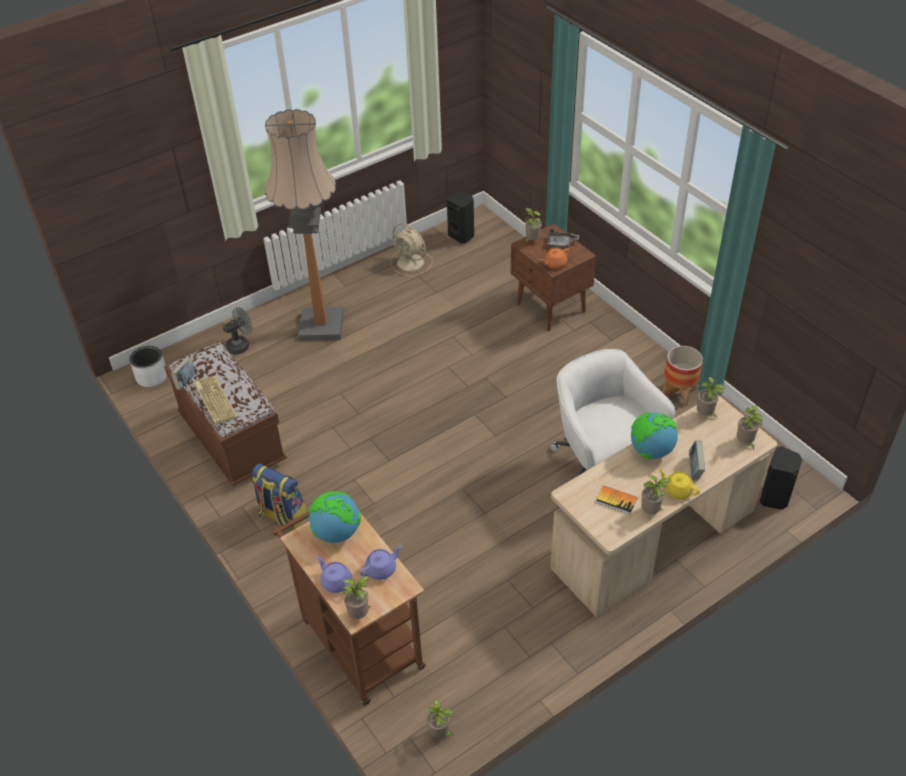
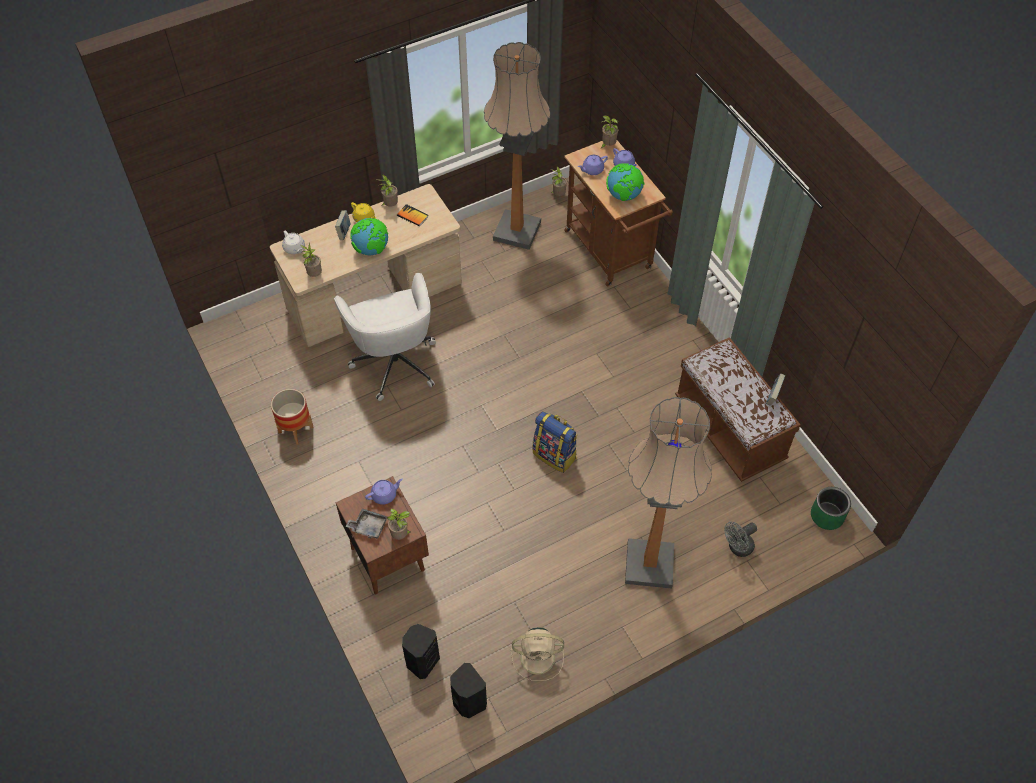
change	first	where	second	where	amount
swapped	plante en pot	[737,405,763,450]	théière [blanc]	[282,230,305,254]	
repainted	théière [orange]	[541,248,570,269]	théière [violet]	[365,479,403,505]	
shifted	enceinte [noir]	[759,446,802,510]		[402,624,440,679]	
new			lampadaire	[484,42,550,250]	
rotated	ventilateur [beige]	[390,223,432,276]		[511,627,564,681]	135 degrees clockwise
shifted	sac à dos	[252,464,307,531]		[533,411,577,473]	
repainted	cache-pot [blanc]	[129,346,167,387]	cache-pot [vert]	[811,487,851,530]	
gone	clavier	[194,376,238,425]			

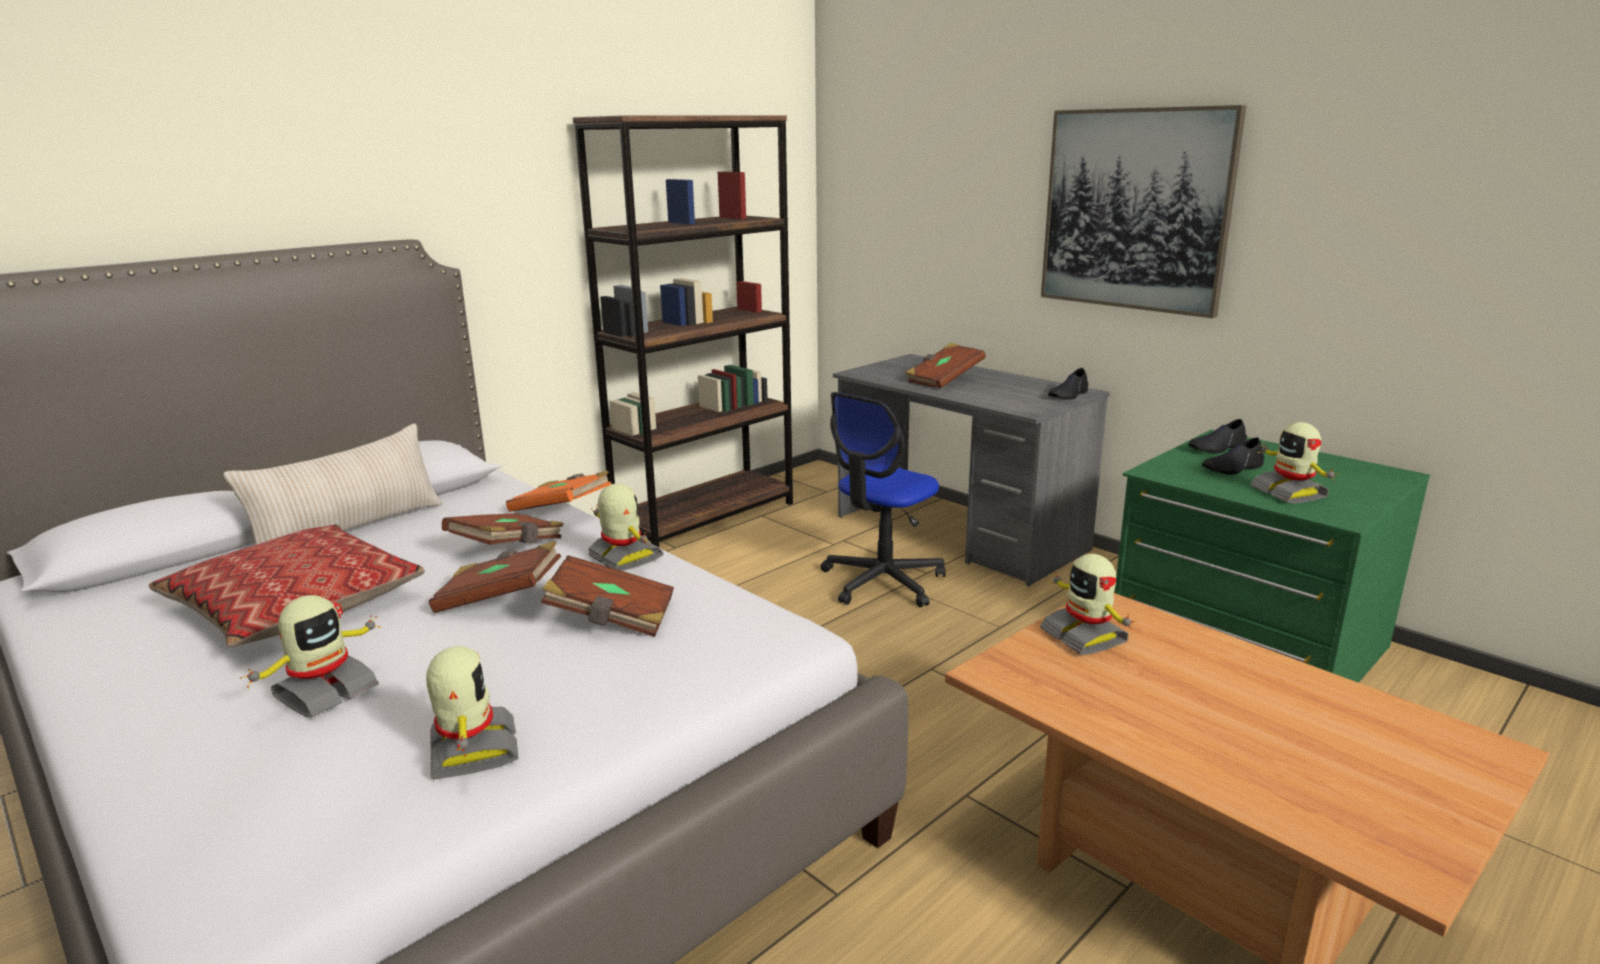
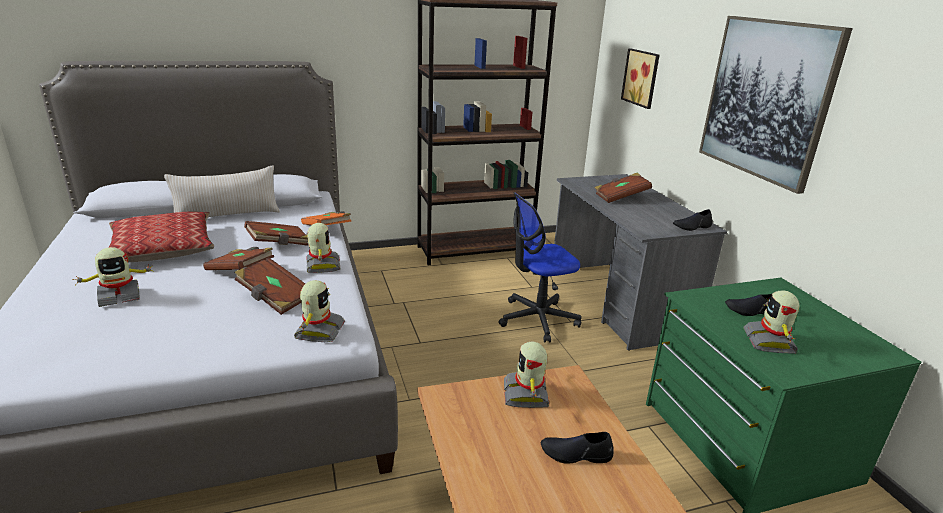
change	first	where	second	where	amount
shifted	robot jouet	[426,646,518,780]		[294,280,345,342]	
shifted	chaussure [noir]	[1188,419,1247,454]		[541,432,614,464]	
new			tableau	[621,48,660,109]	

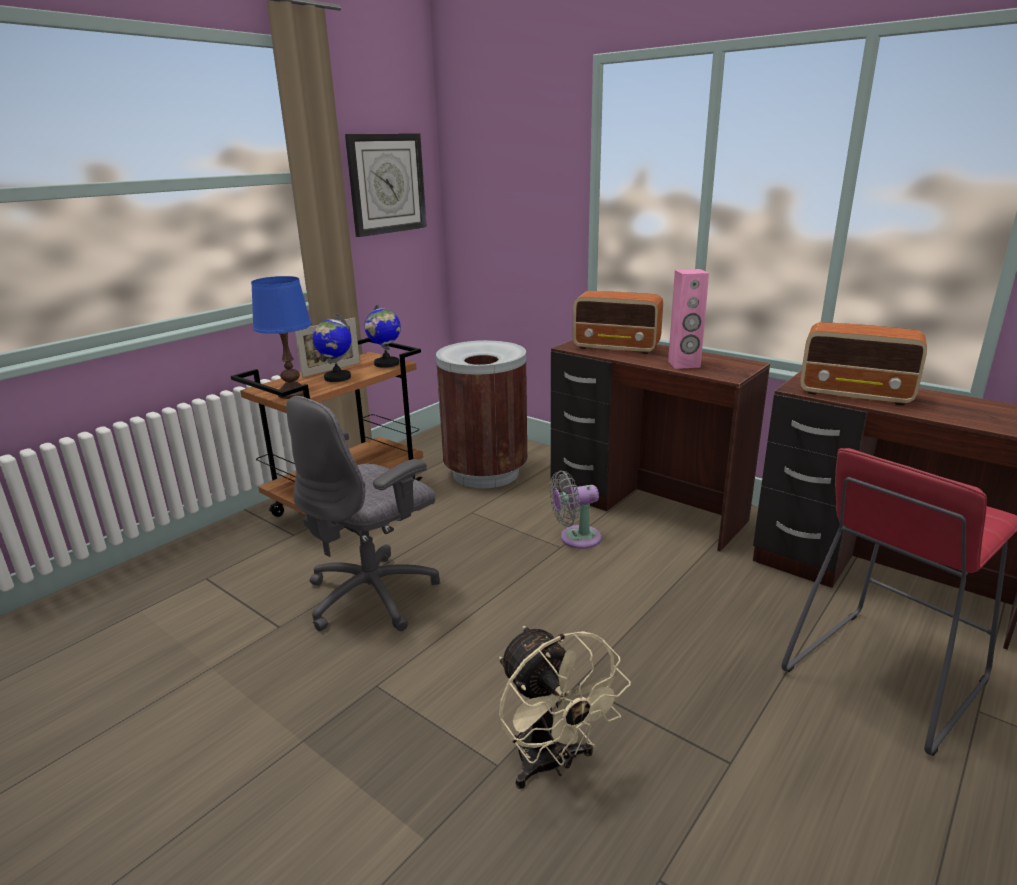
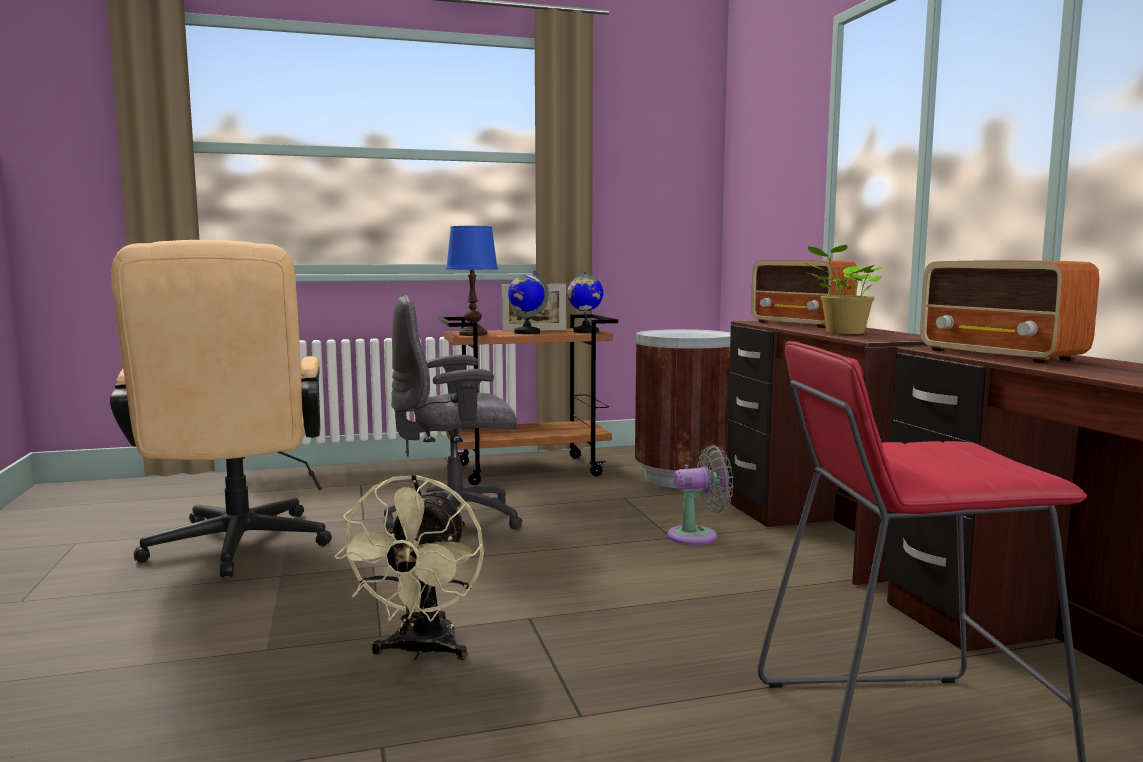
change	first	where	second	where	amount
new			chaise de bureau [beige]	[110,240,332,578]	
rotated	ventilateur [gris]	[550,471,601,549]		[667,445,734,545]	150 degrees clockwise
swapped	enceinte [rose]	[668,269,709,369]	plante en pot	[805,245,883,334]	
gone	horloge murale	[345,133,427,237]			

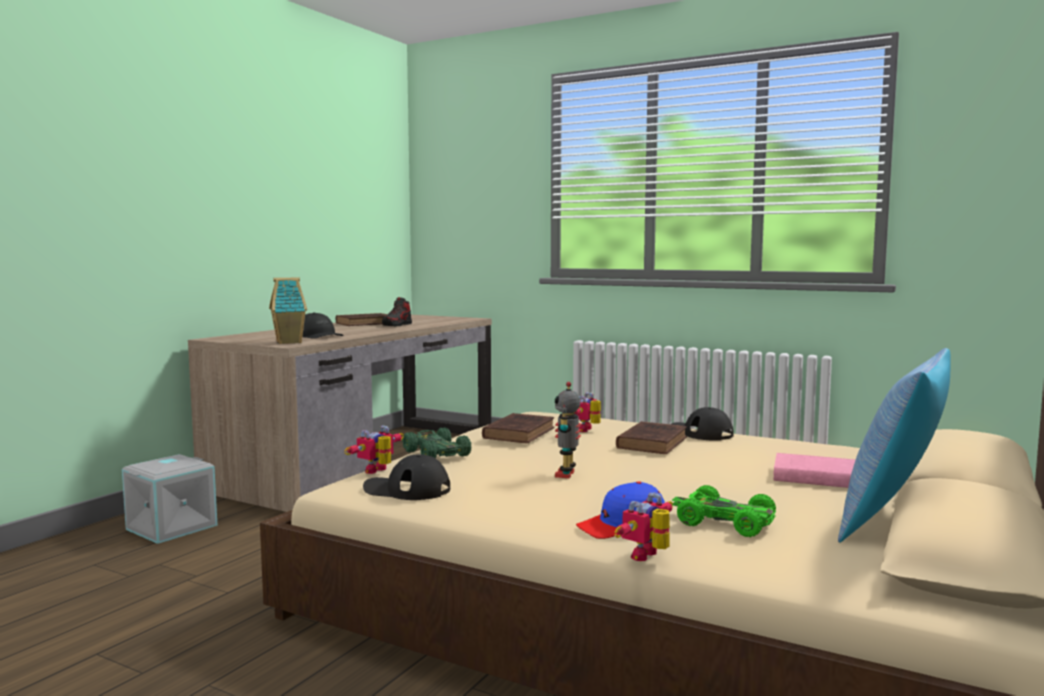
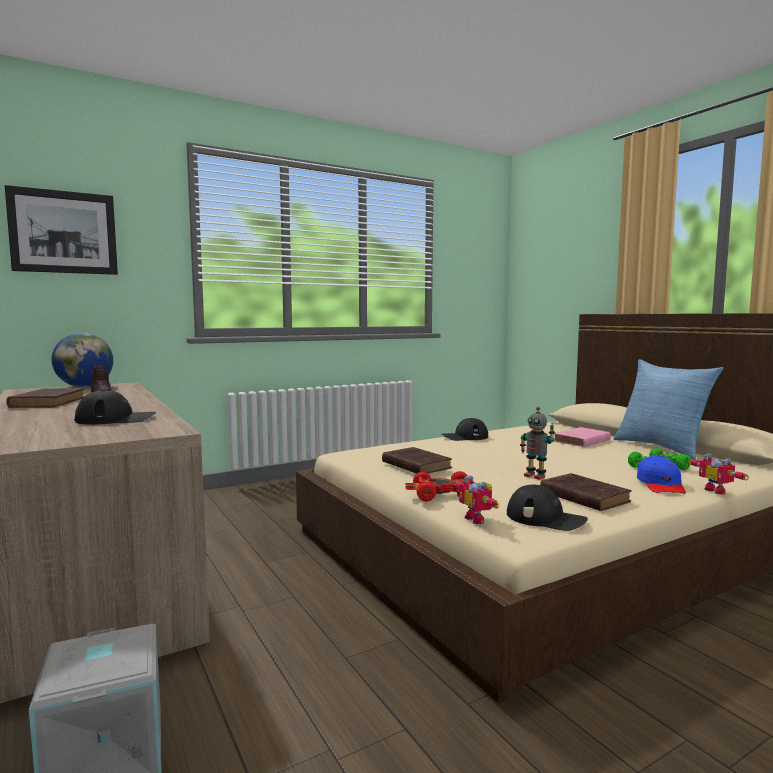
change	first	where	second	where	amount
new			tableau	[5,185,118,275]	
new			globe	[52,333,113,387]	
repainted	petite voiture [vert]	[402,427,472,458]	petite voiture [rouge]	[405,471,470,501]	
rotated	casquette [noir]	[363,454,450,500]		[507,485,588,531]	105 degrees counterclockwise
shifted	livre [marron]	[616,421,687,454]		[540,473,632,511]	
gone	maison miniature	[269,277,307,344]			
gone	robot jouet	[574,392,601,432]			

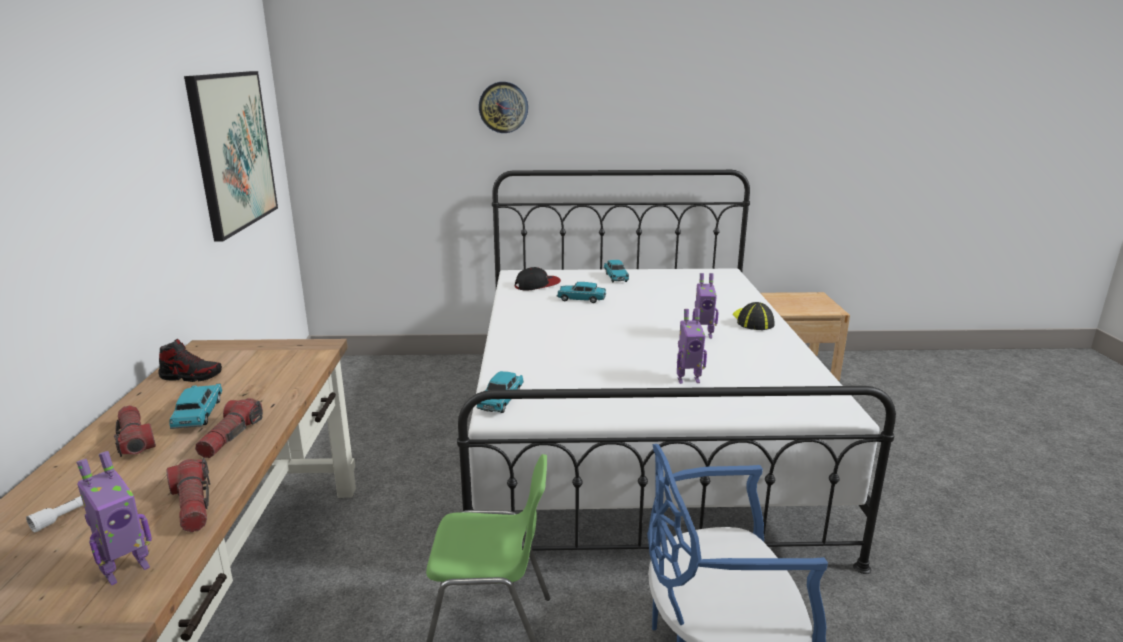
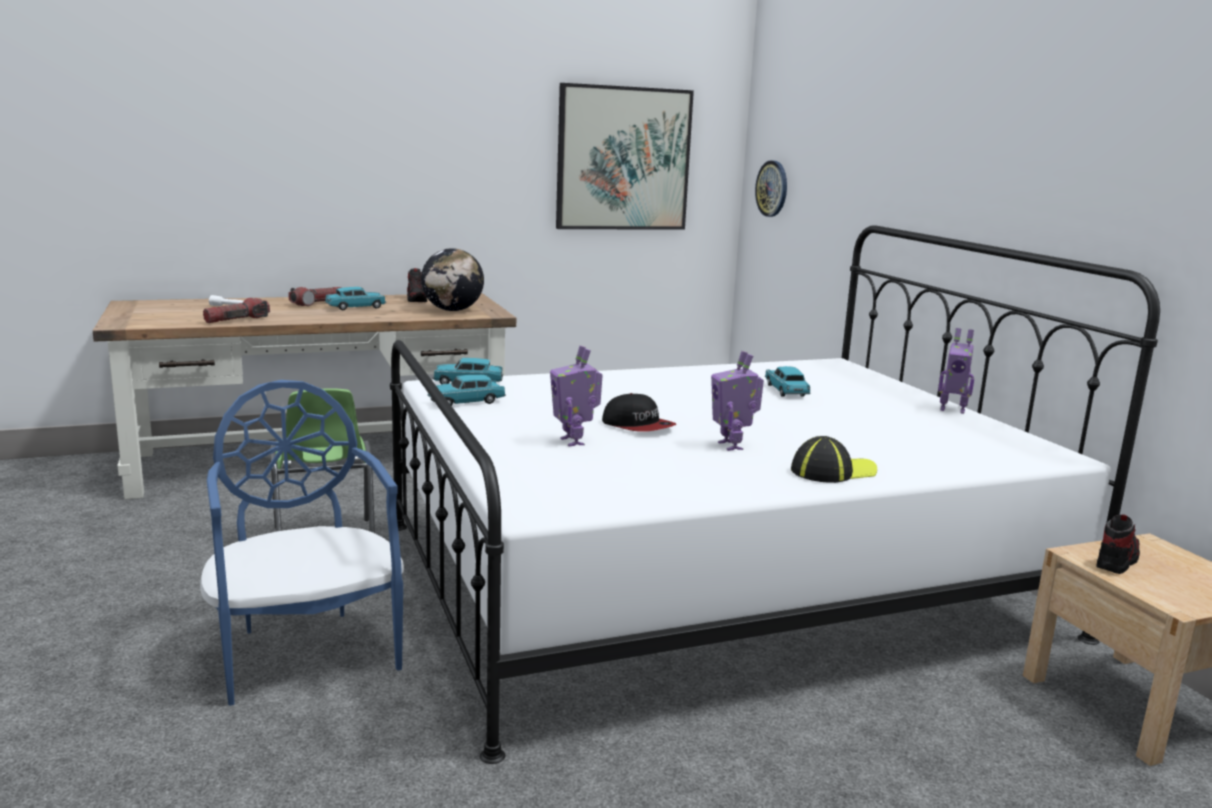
change	first	where	second	where	amount
new			globe	[421,248,484,311]	
shifted	petite voiture [turquoise]	[604,260,629,283]		[427,375,506,406]	
shifted	casquette	[515,267,561,291]		[602,393,676,432]	
shifted	horloge murale	[479,82,528,133]		[755,160,787,217]	
shifted	robot jouet	[76,451,152,585]		[938,328,974,414]	
new			chaussure	[1096,514,1140,574]	
gone	lampe de poche	[195,398,263,458]			

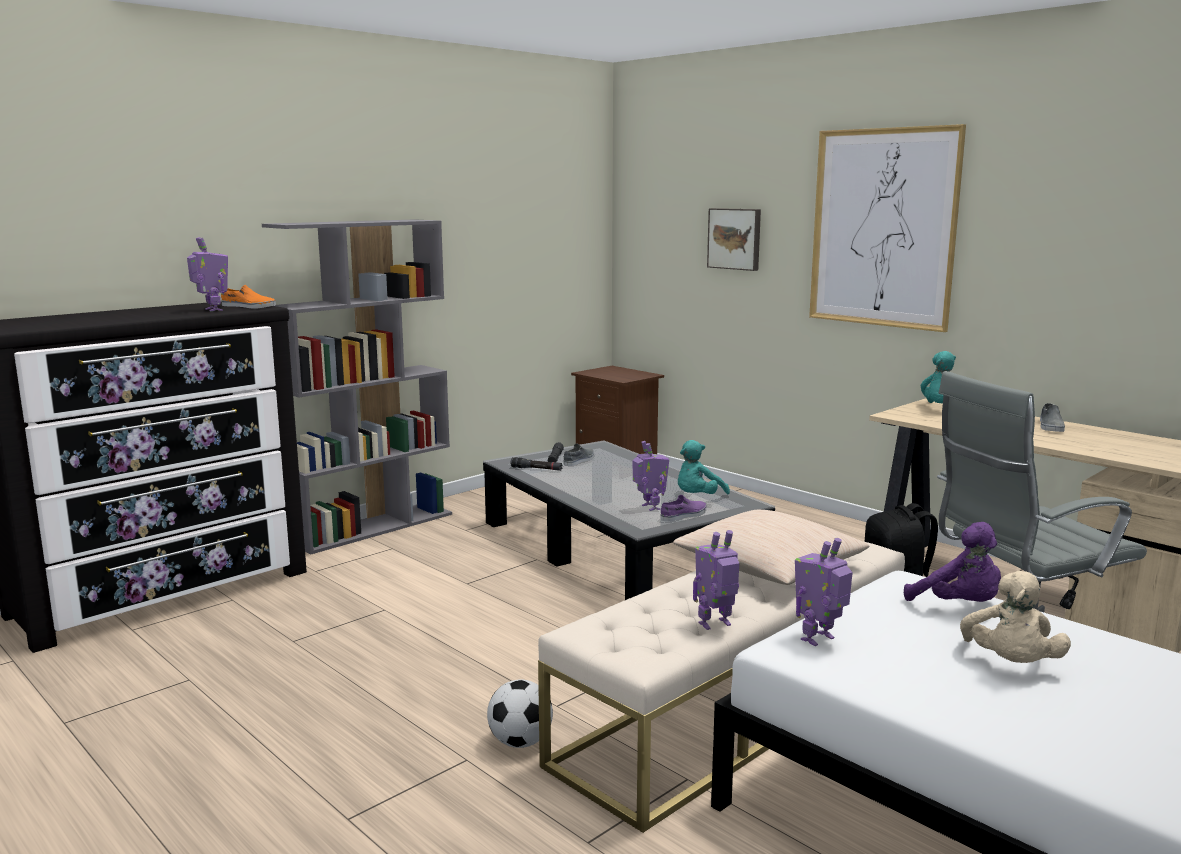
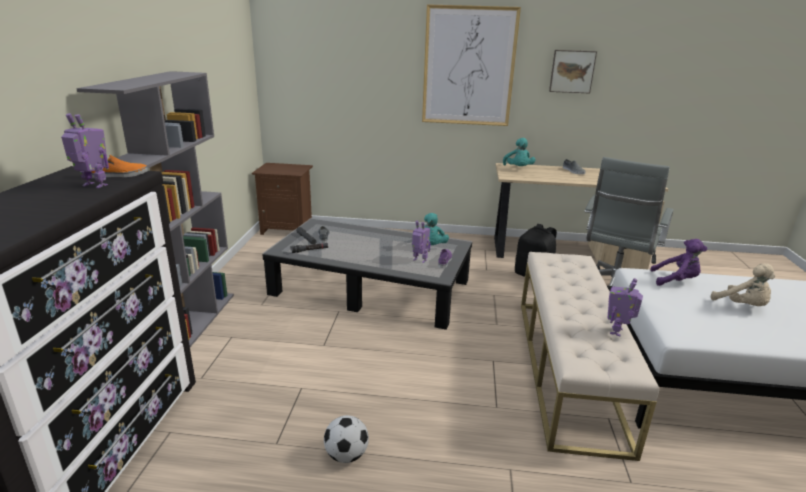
change	first	where	second	where	amount
shifted	ballon de foot	[487,679,553,748]		[324,415,369,463]	
shifted	tableau	[707,208,761,271]		[549,50,597,94]	
gone	coussin [beige]	[673,510,870,585]			
gone	robot jouet	[795,538,853,646]			

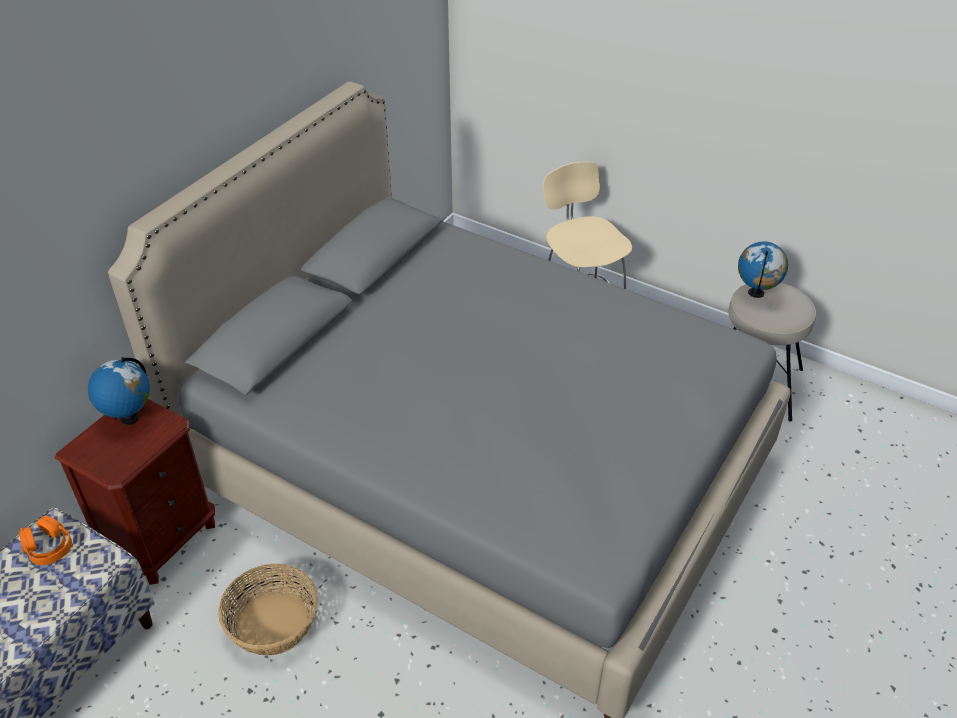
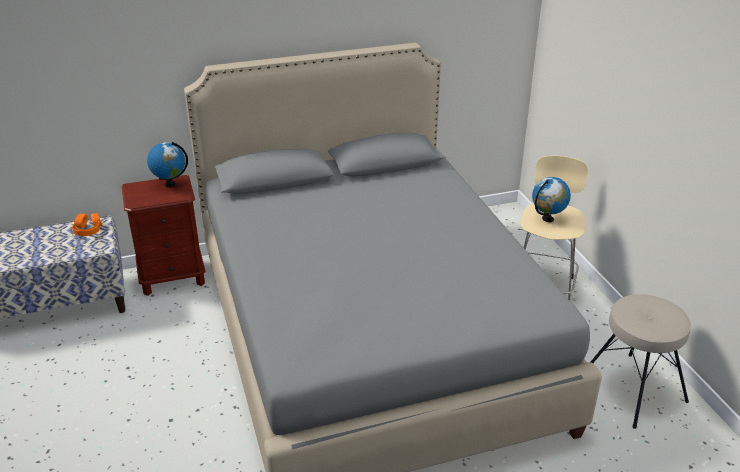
change	first	where	second	where	amount
shifted	globe	[738,241,788,298]		[532,177,571,222]	
gone	panier	[218,564,318,655]			

